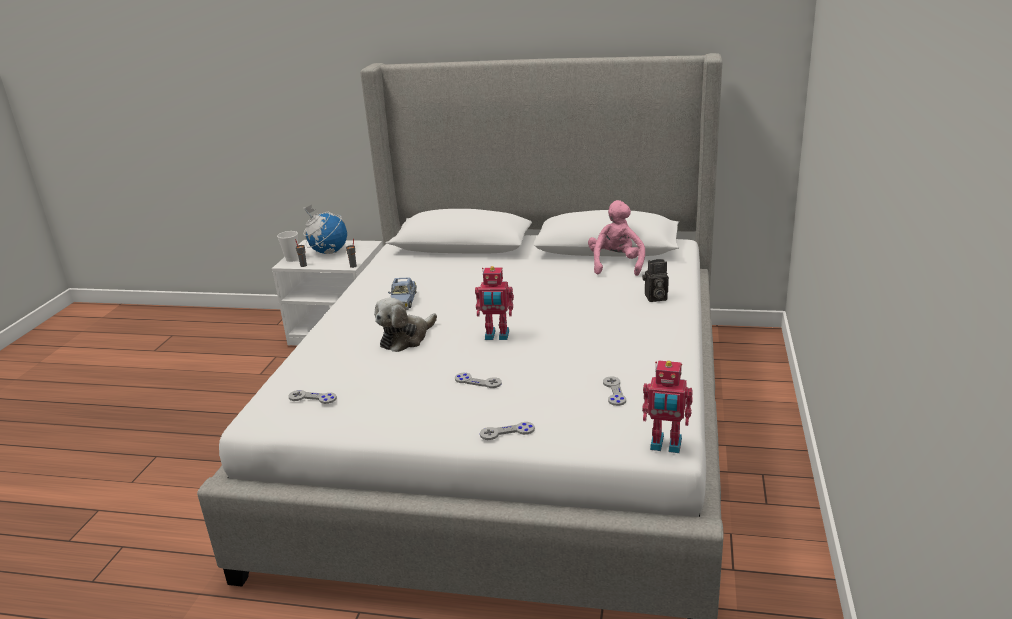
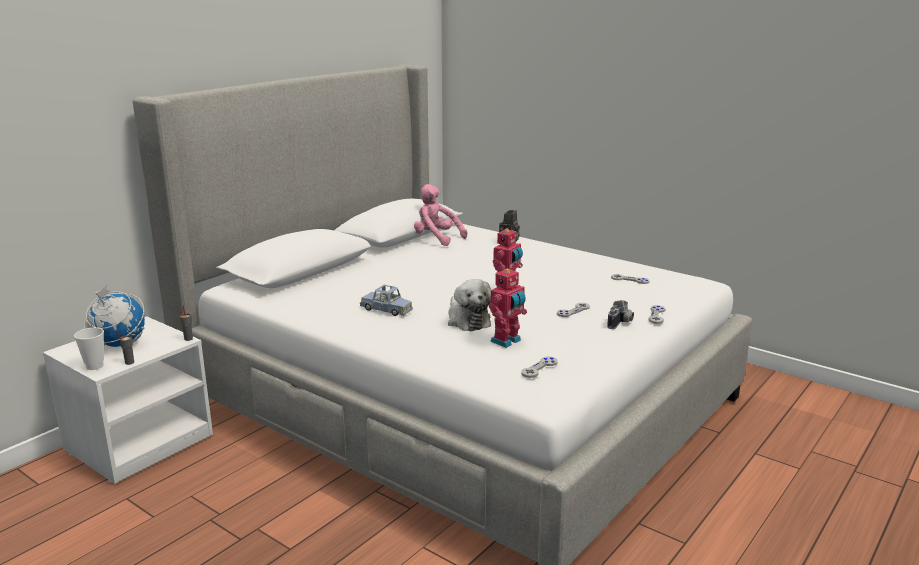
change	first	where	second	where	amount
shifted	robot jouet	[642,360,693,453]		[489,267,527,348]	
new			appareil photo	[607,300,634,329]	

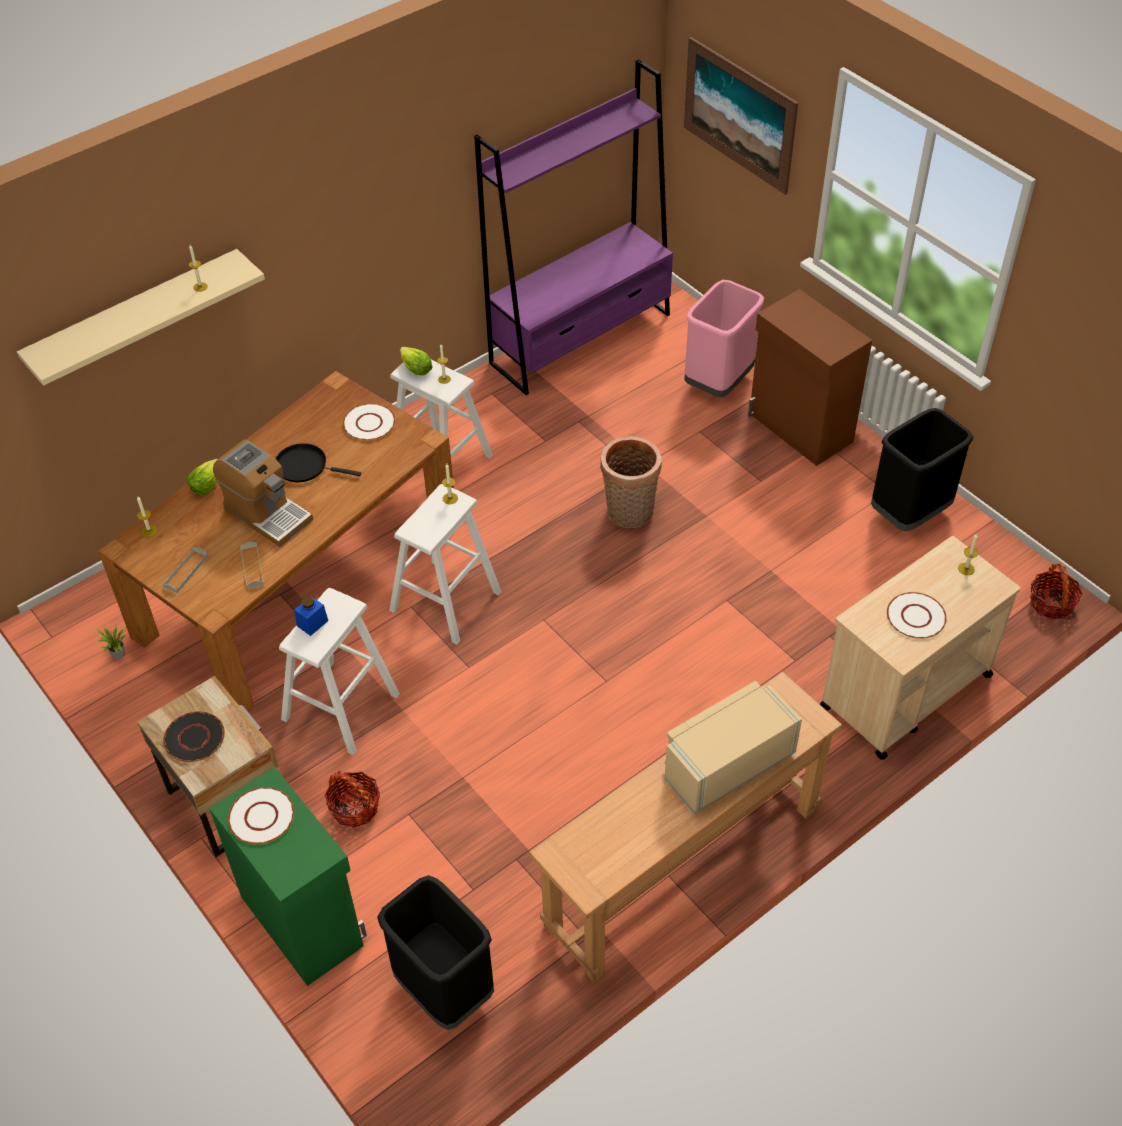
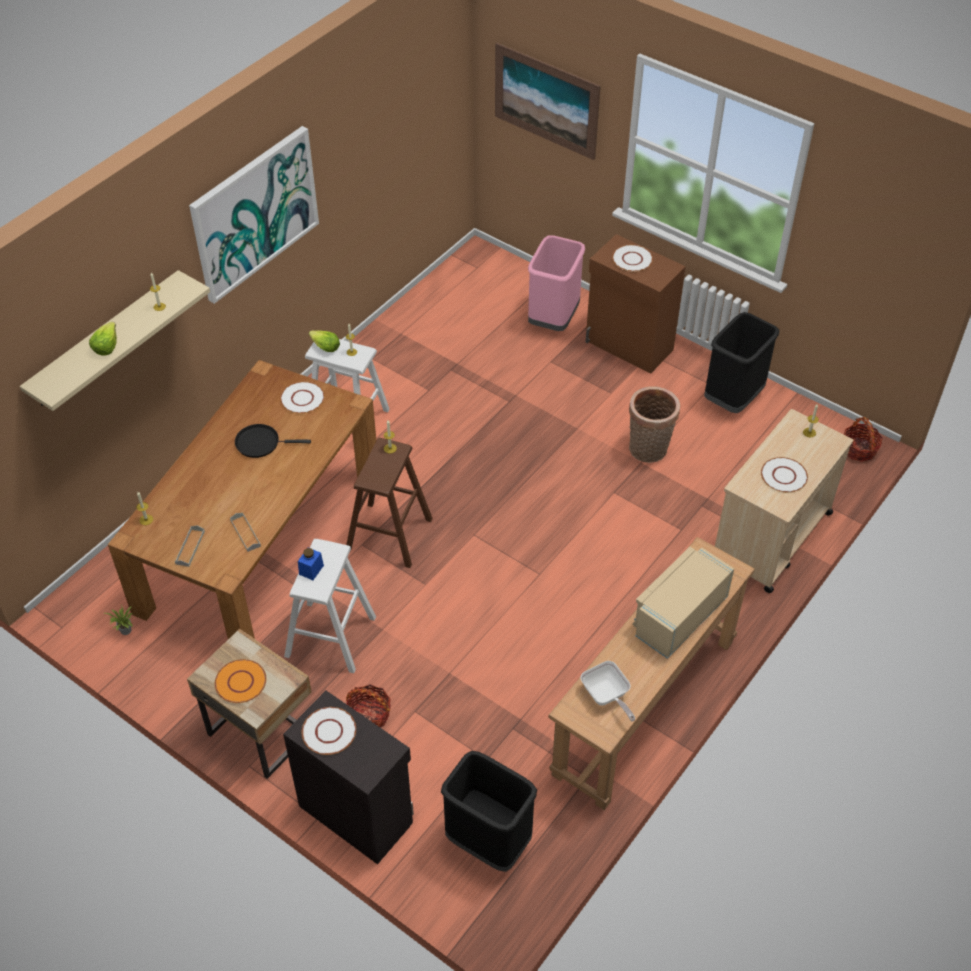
change	first	where	second	where	amount
shifted	laitue	[187,459,218,495]		[89,322,117,356]	
new			tableau	[189,126,319,304]	
repainted	assiette [noir]	[163,711,225,762]	assiette [orange]	[215,659,266,703]	
repainted	meuble de rangement [vert]	[209,767,367,986]	meuble de rangement [noir]	[283,690,414,864]	
repainted	tabouret [blanc]	[389,484,502,645]	tabouret [marron]	[346,438,433,568]	
new			poêle	[581,661,635,722]	
new			assiette [blanc]	[612,245,653,272]	
shifted	panier	[600,436,661,528]		[629,386,680,463]	
gone	machine à café	[213,439,313,547]			
gone	bibliothèque [violet]	[474,59,673,395]			

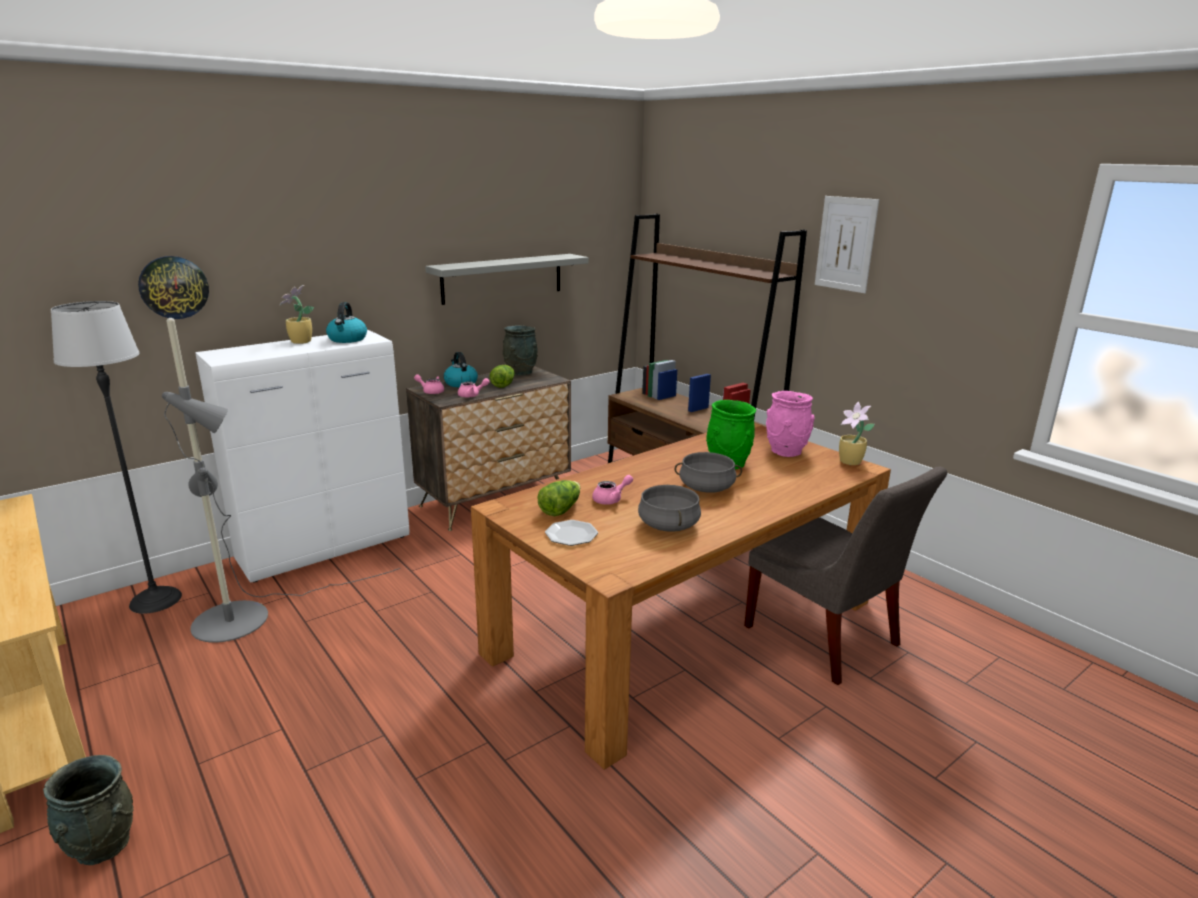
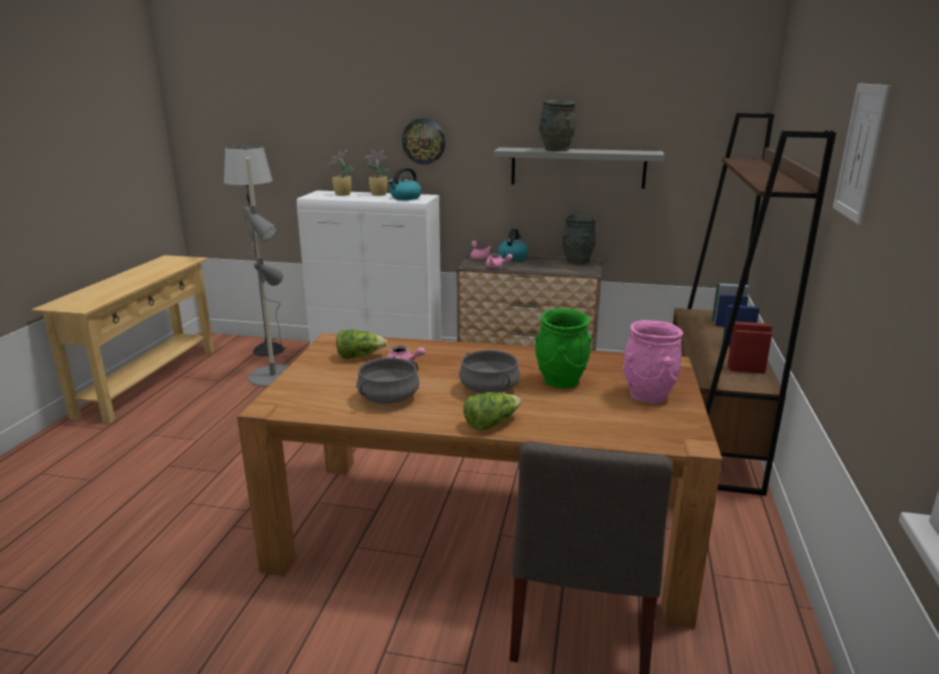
change	first	where	second	where	amount
shifted	plante en pot	[839,402,875,465]		[329,150,354,196]	
shifted	horloge murale	[138,256,209,319]		[402,118,446,165]	
shifted	laitue	[489,365,515,388]		[463,392,521,430]	
shifted	vase [gris]	[43,755,134,865]		[539,100,576,151]	
gone	assiette	[545,520,598,546]			

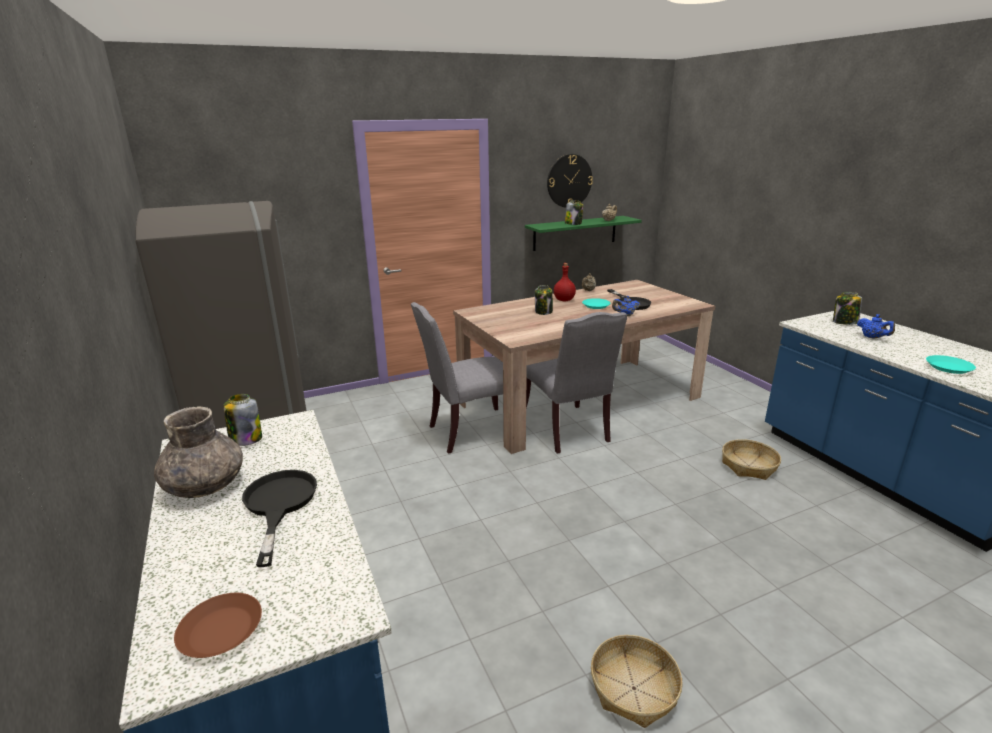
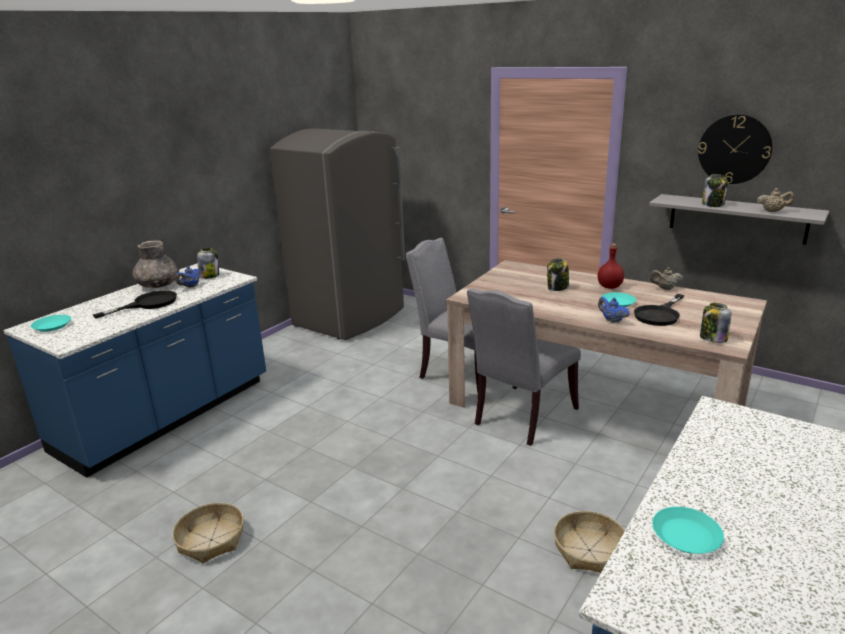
change	first	where	second	where	amount
repainted	assiette [marron]	[174,593,262,658]	assiette [turquoise]	[31,315,71,332]	
shifted	théière [bleu]	[857,314,895,339]		[175,266,201,288]	
repainted	étagère [vert]	[525,216,642,251]	étagère [gris]	[649,194,829,245]	
shifted	bocal	[833,292,862,325]		[700,303,732,343]	

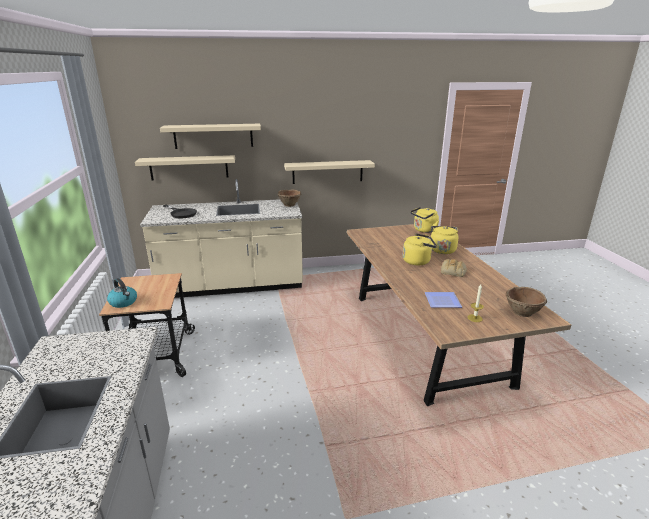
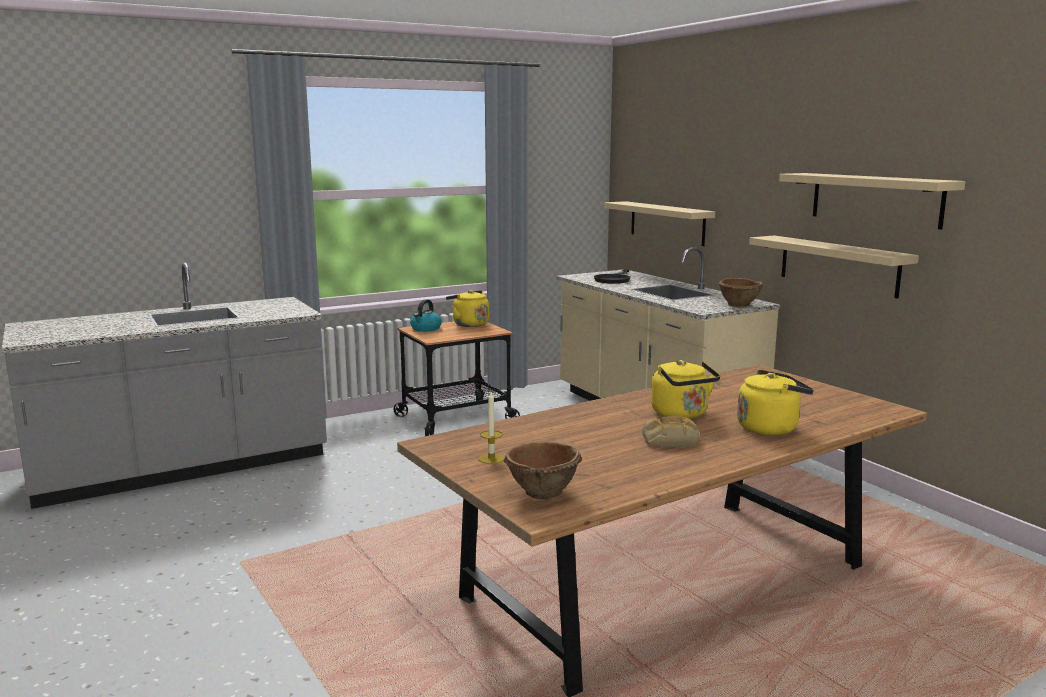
change	first	where	second	where	amount
shifted	bouilloire [jaune]	[410,207,439,233]		[446,290,489,327]	
shifted	étagère [beige]	[160,124,261,149]		[779,173,965,230]	
gone	assiette	[425,292,462,308]			

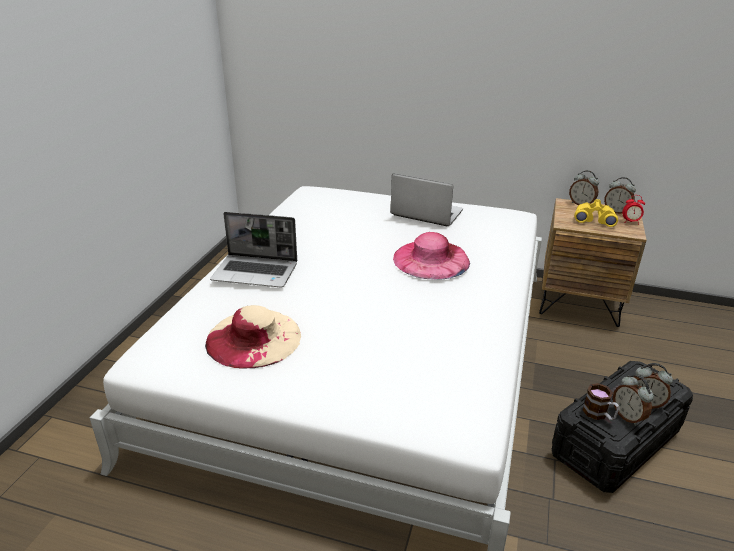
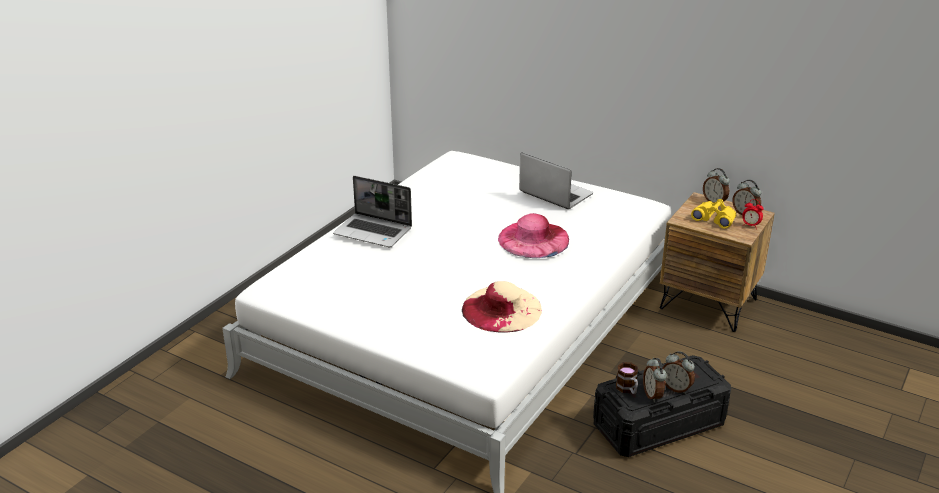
change	first	where	second	where	amount
shifted	chapeau [beige]	[205,305,301,369]		[462,281,542,333]	

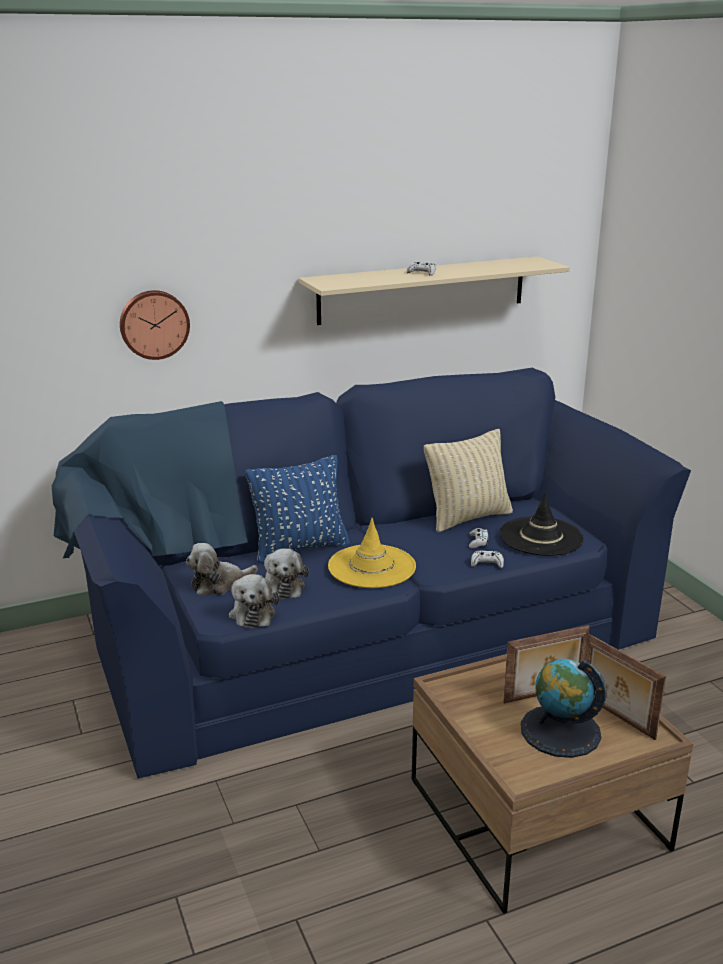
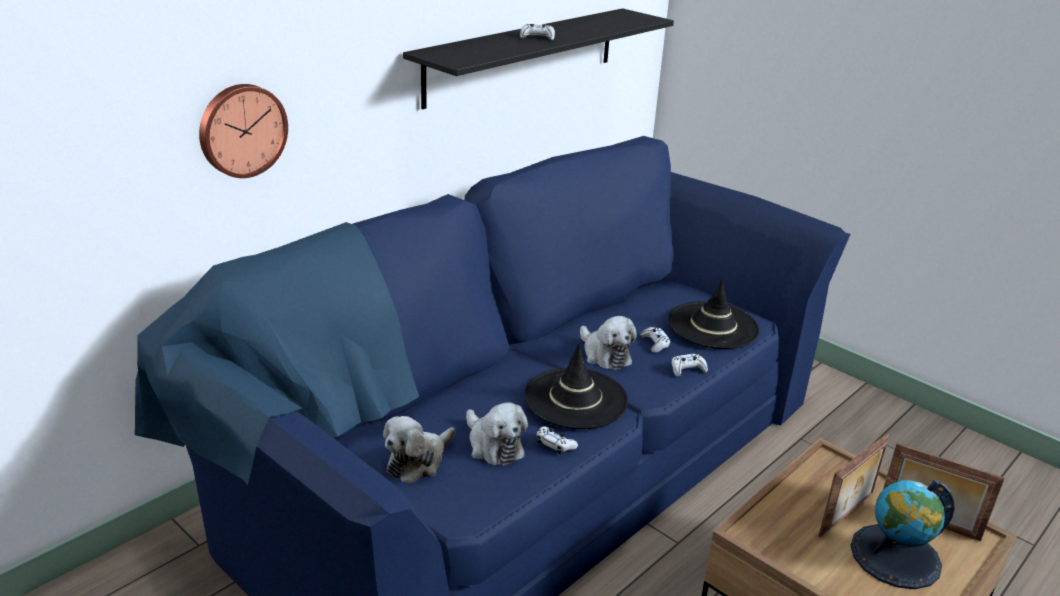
change	first	where	second	where	amount
repainted	étagère [beige]	[299,256,570,325]	étagère [noir]	[403,8,674,109]	
repainted	chapeau [jaune]	[328,518,416,588]	chapeau [noir]	[524,343,628,429]	
new			manette [blanc]	[537,426,578,454]	
shifted	peluche	[229,574,279,628]		[580,316,637,370]	
gone	coussin [bleu]	[245,455,350,563]			
gone	coussin [beige]	[424,429,513,532]			

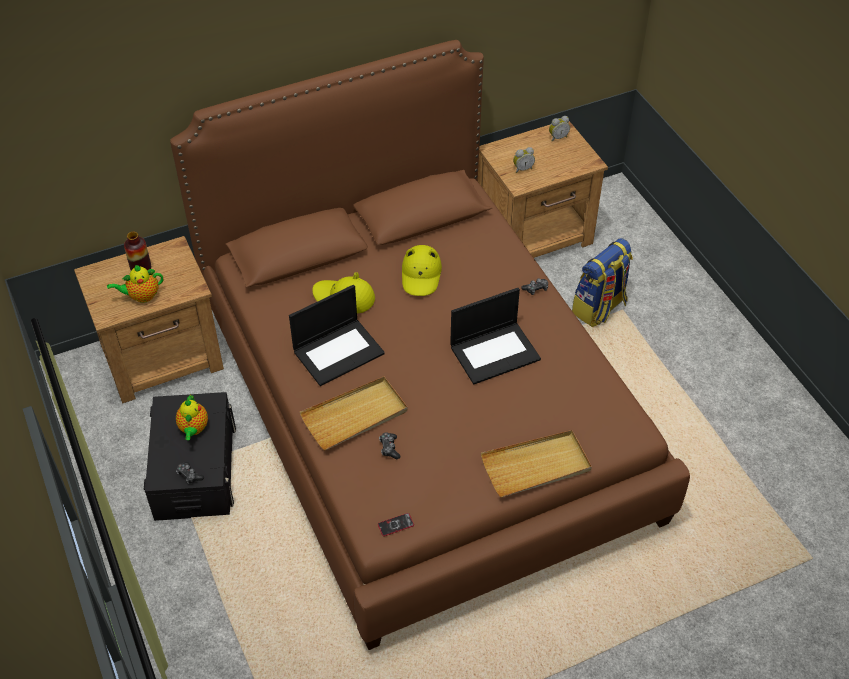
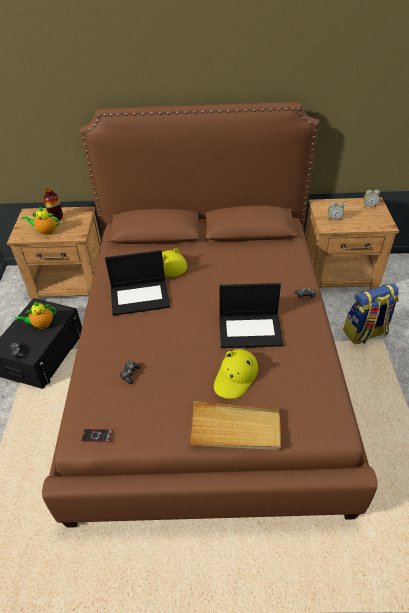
change	first	where	second	where	amount
rotated	théière	[176,394,208,440]		[15,302,56,329]	45 degrees clockwise
shifted	chapeau [jaune]	[402,245,442,296]		[214,349,258,399]	
gone	plateau [beige]	[300,376,408,450]			

